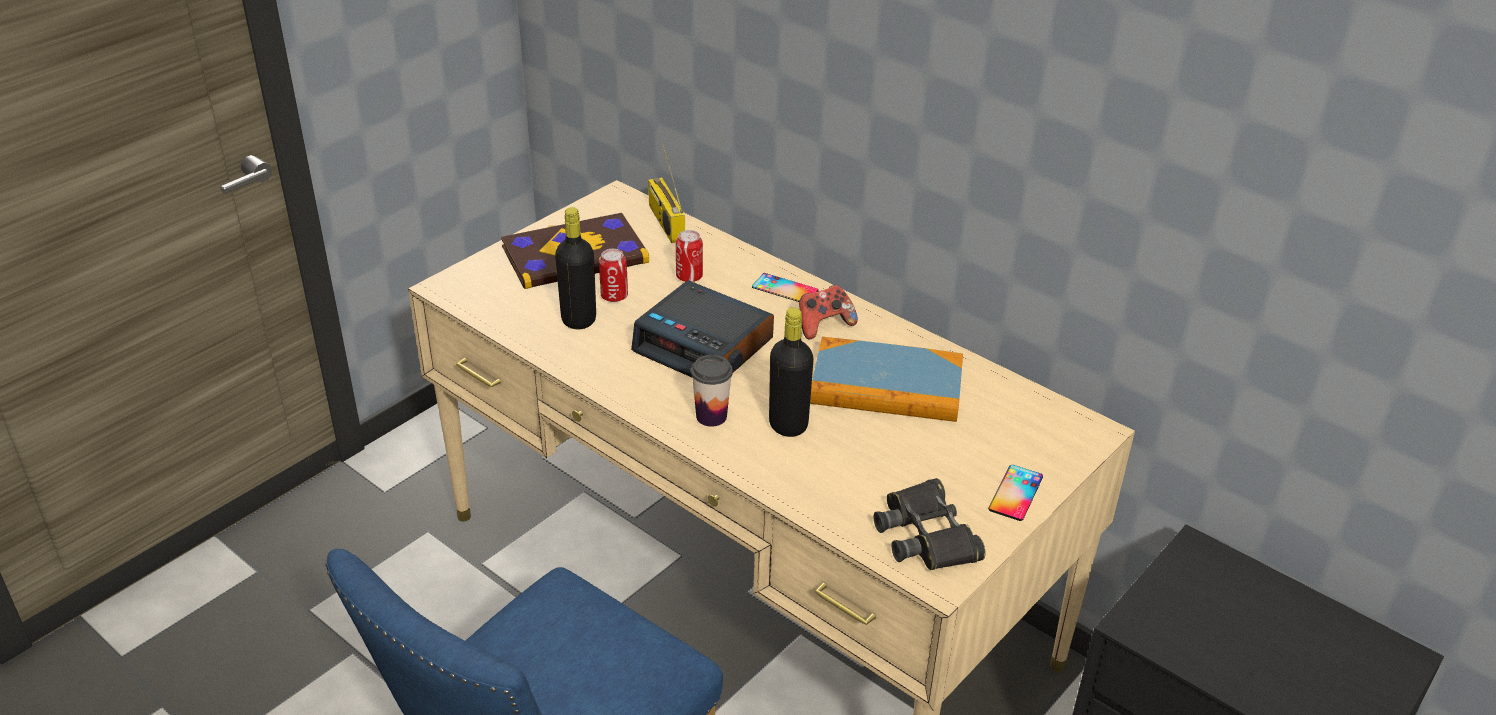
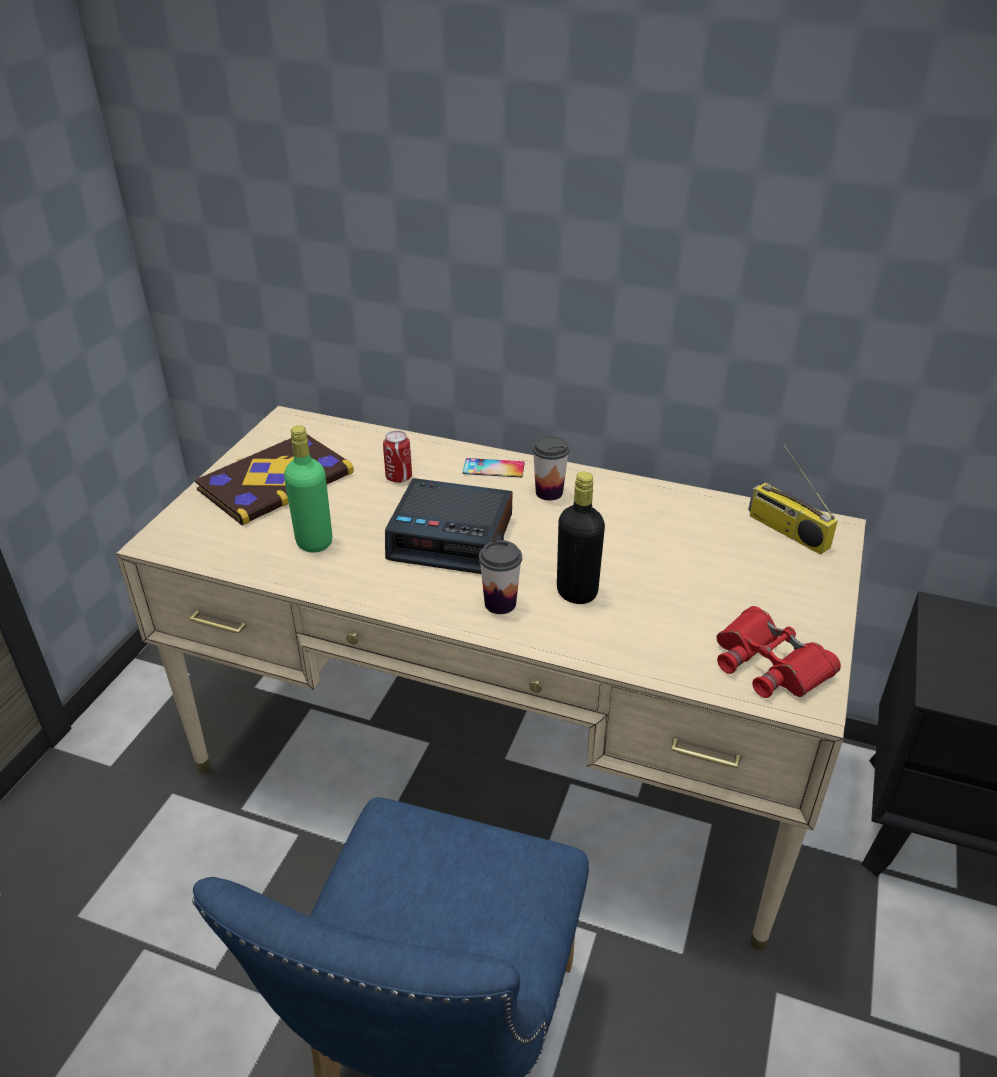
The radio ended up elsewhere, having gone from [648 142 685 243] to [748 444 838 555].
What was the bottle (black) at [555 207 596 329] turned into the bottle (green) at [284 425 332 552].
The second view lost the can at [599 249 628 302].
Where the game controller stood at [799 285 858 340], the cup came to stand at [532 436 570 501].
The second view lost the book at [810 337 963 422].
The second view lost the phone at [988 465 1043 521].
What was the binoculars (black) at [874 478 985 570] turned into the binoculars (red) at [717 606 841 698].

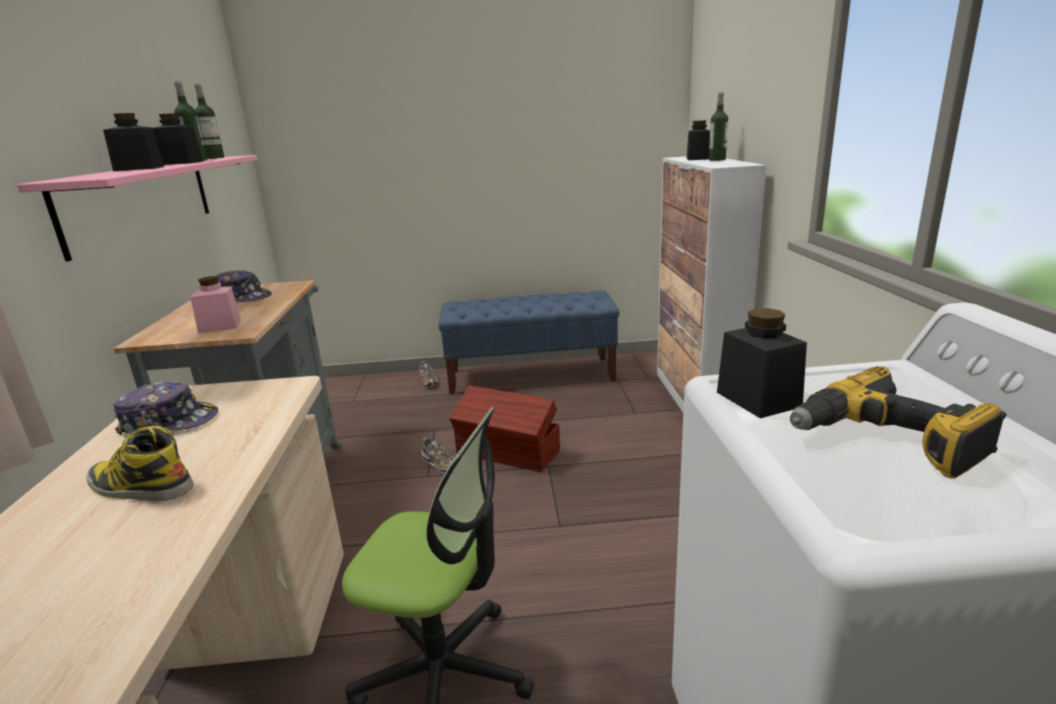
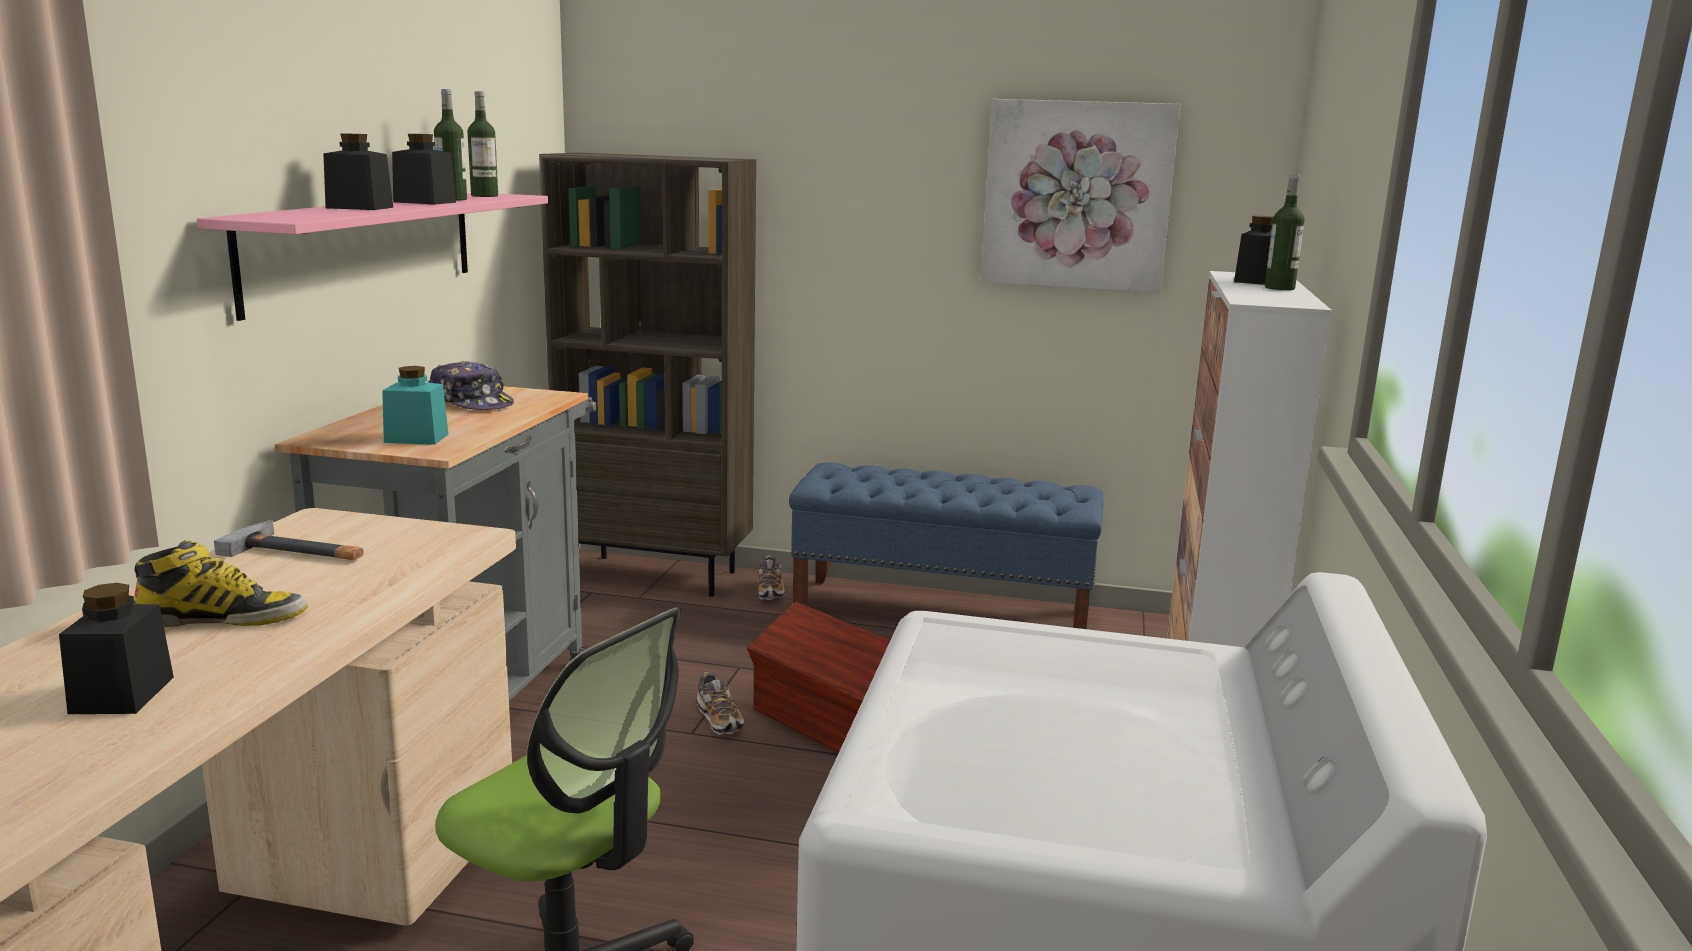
What was the jar (pink) at [190 276 241 334] turned into the jar (turquoise) at [382 366 449 445].
The jar (black) ended up elsewhere, having gone from [717 308 807 418] to [59 583 174 714].
The second view lost the power drill at [790 366 1006 478].
Where the cap stood at [113 381 218 434], the hammer came to stand at [214 520 363 560].
The boot at [86 426 194 501] ended up facing another way, 135 degrees clockwise from before.
The second view gained the picture at [981 99 1180 293].
The second view gained the bookcase (brown) at [539 153 756 597].

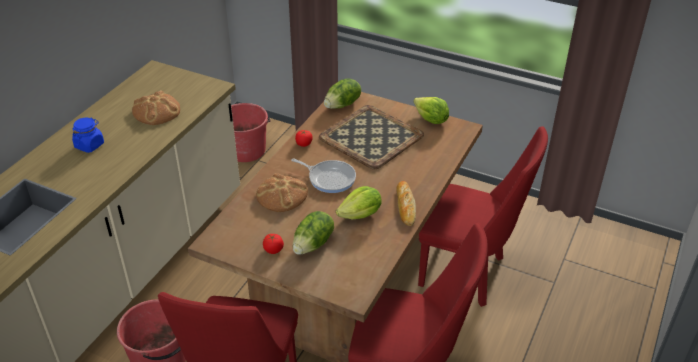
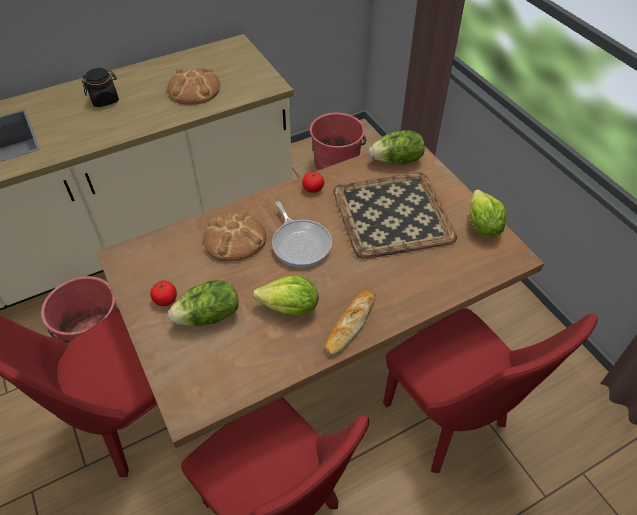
What was the jar (blue) at [72 118 104 153] turned into the jar (black) at [82 68 119 107].

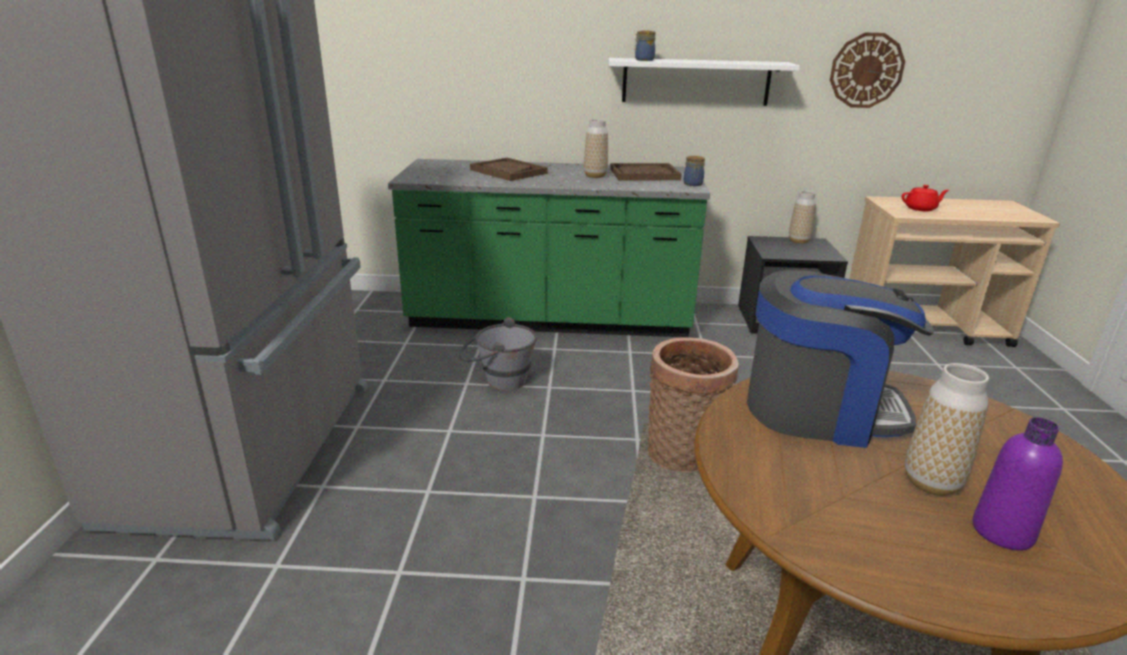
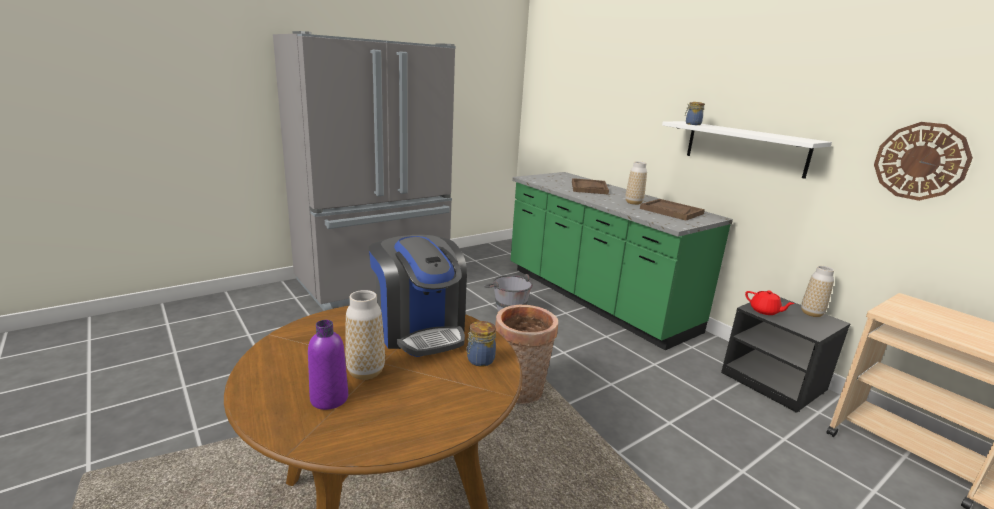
The jar ended up elsewhere, having gone from [684 156 705 186] to [466 321 496 367].
The teapot (red) ended up elsewhere, having gone from [902 185 949 211] to [745 290 795 315].

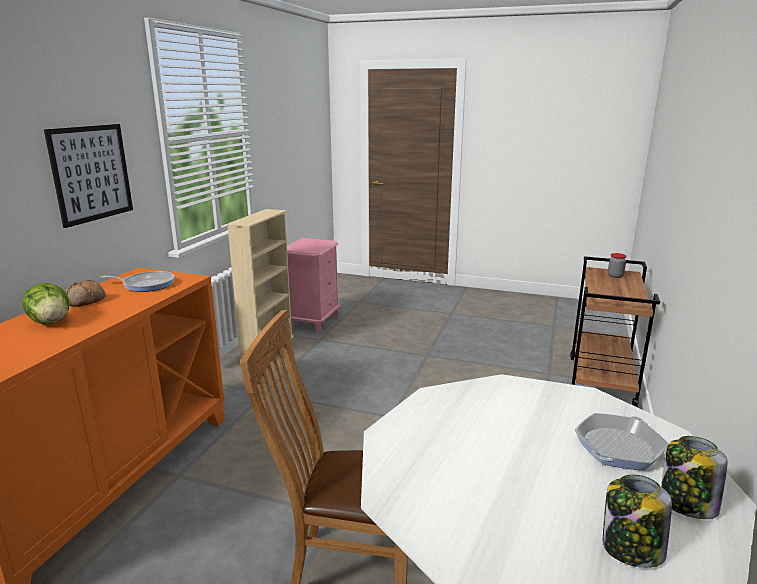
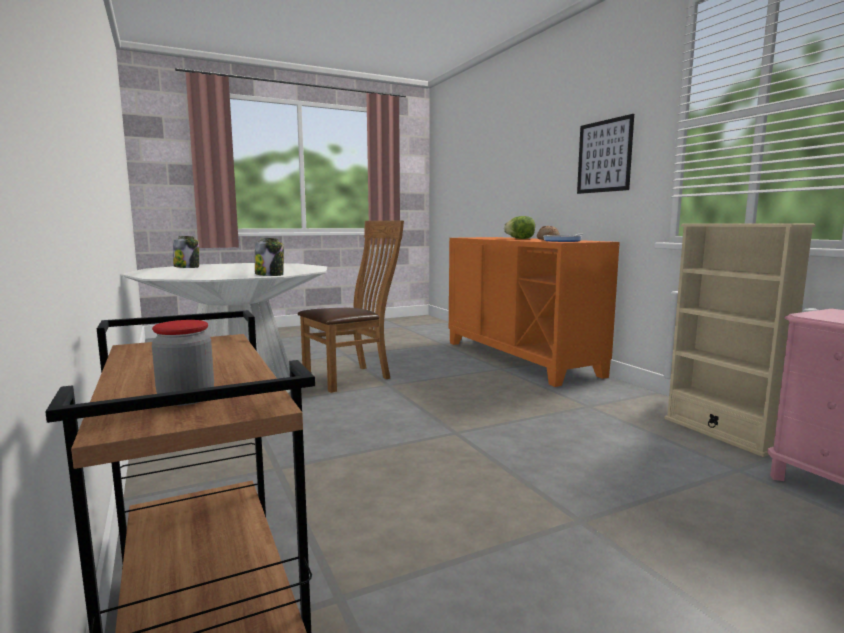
The second view lost the frying pan at [575 413 669 471].
The jar ended up elsewhere, having gone from [661 436 727 519] to [255 238 284 276].

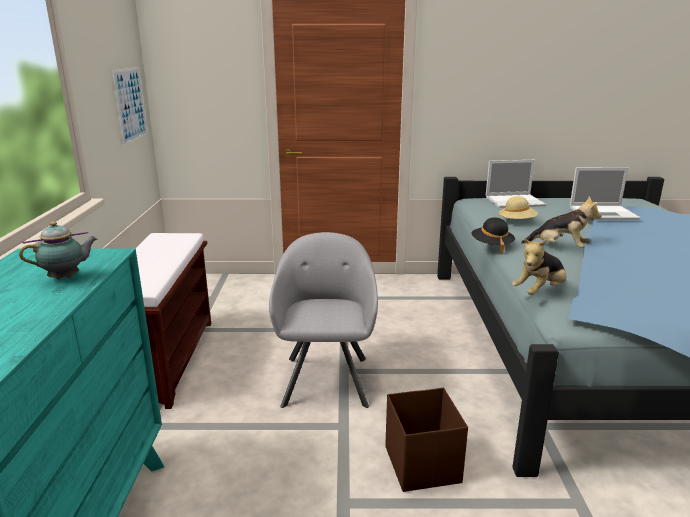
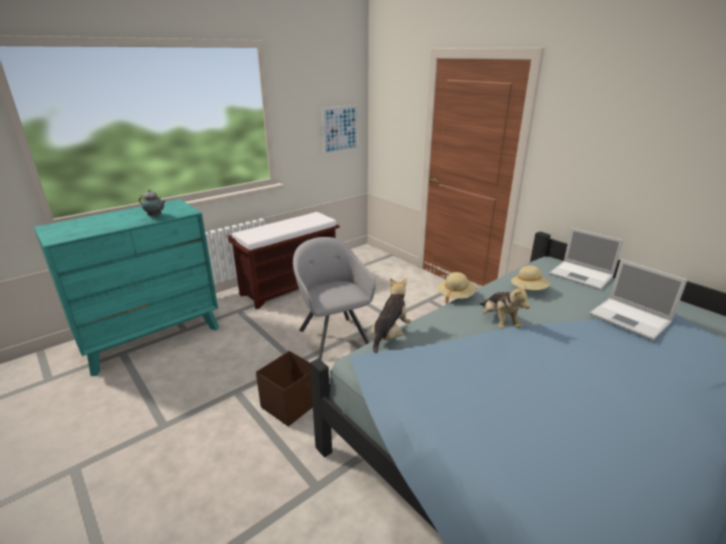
What was the hat (black) at [472 217 515 253] turned into the hat (beige) at [438 272 476 304].
The armchair (grey) at [269 232 378 408] ended up facing another way, 75 degrees counterclockwise from before.
The plush toy at [512 239 567 295] ended up facing another way, 105 degrees clockwise from before.

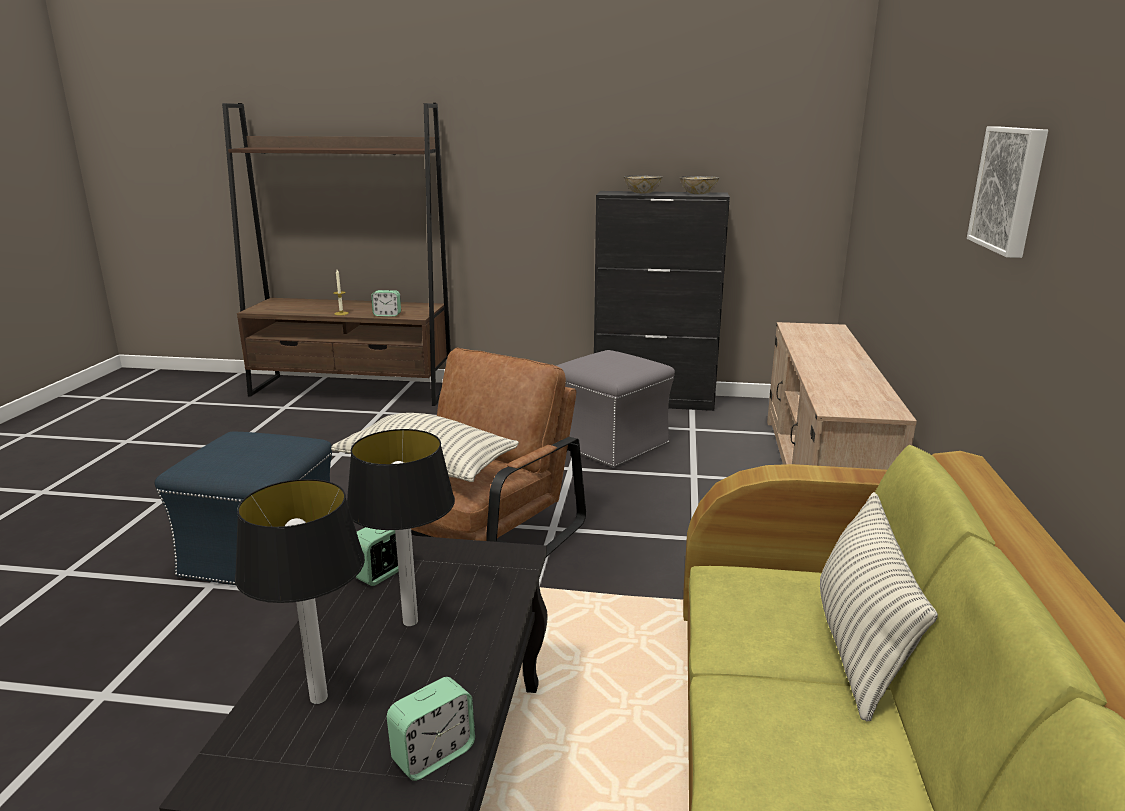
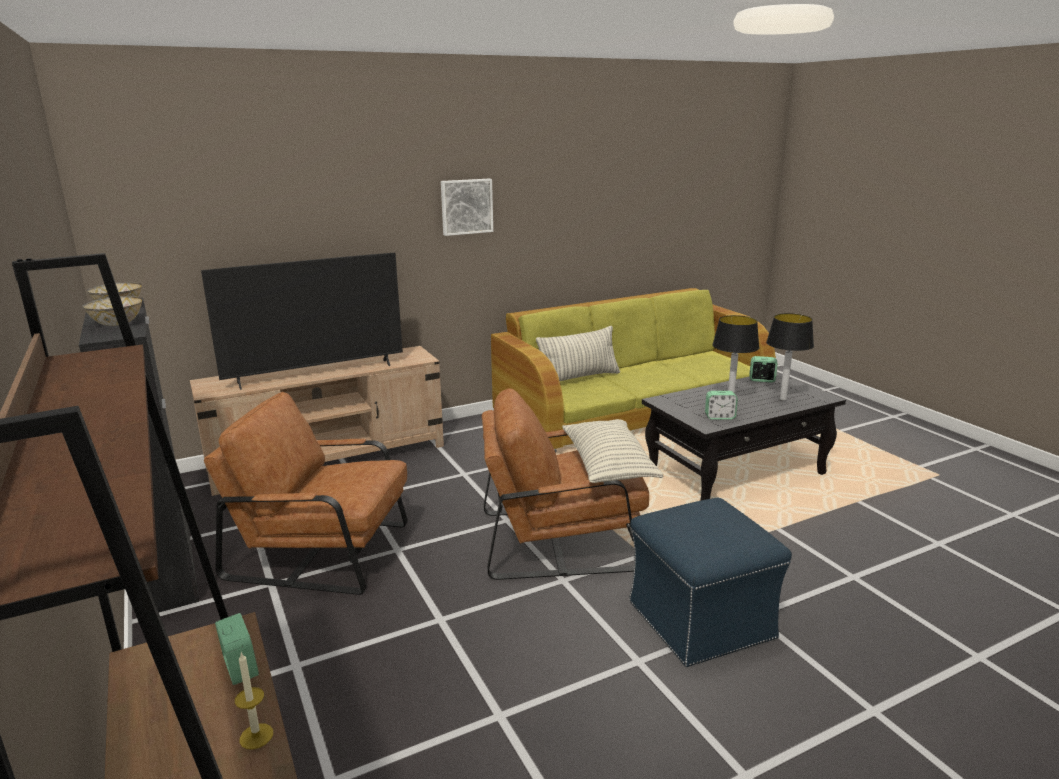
Where the ottoman (grey) stood at [556 350 675 468], the armchair (brown) came to stand at [204 392 408 595].
The second view gained the television at [201 253 403 390].

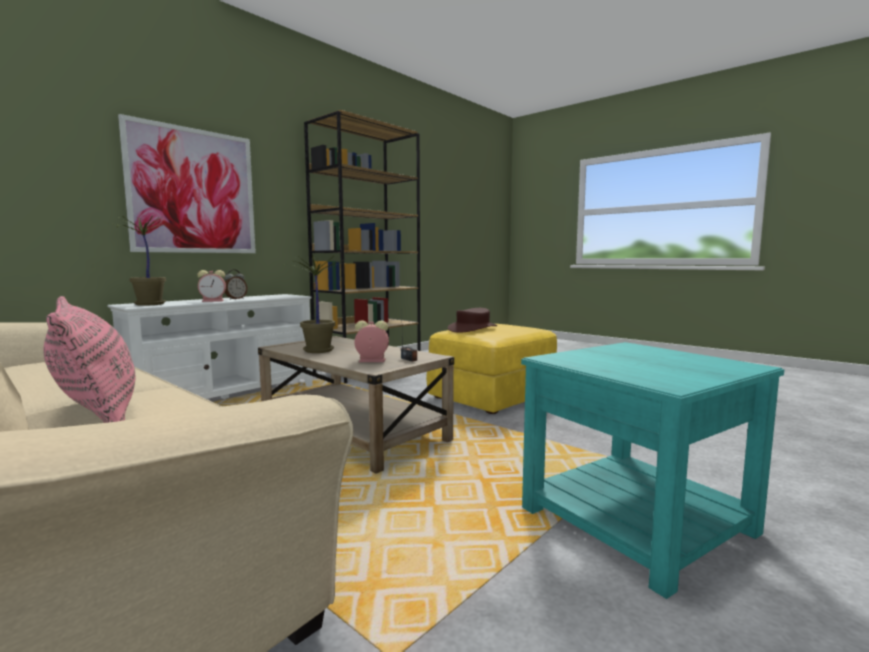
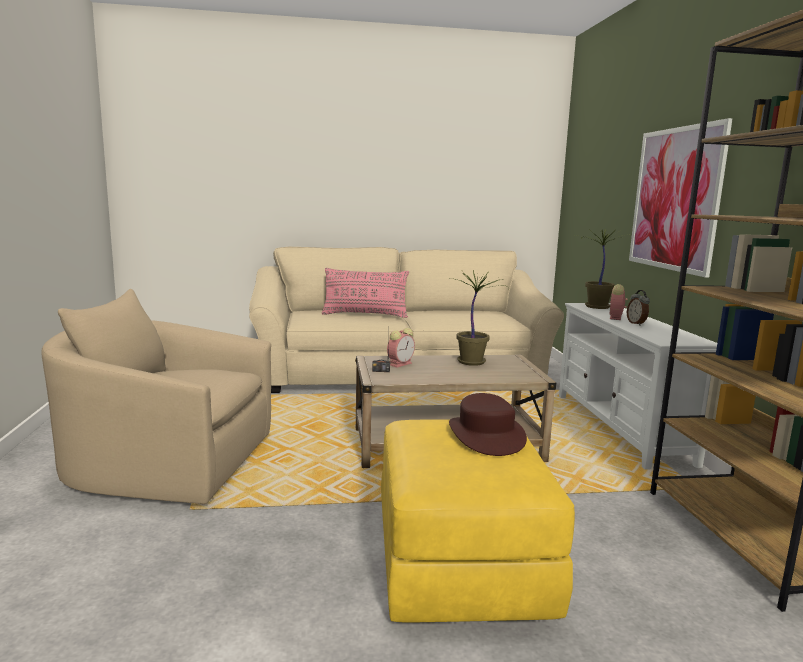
Where the side table (turquoise) stood at [521 342 784 599], the armchair (beige) came to stand at [42 289 271 504].

